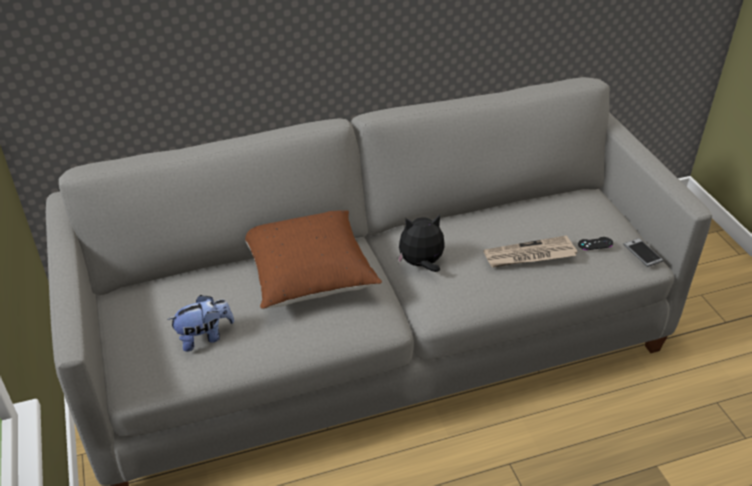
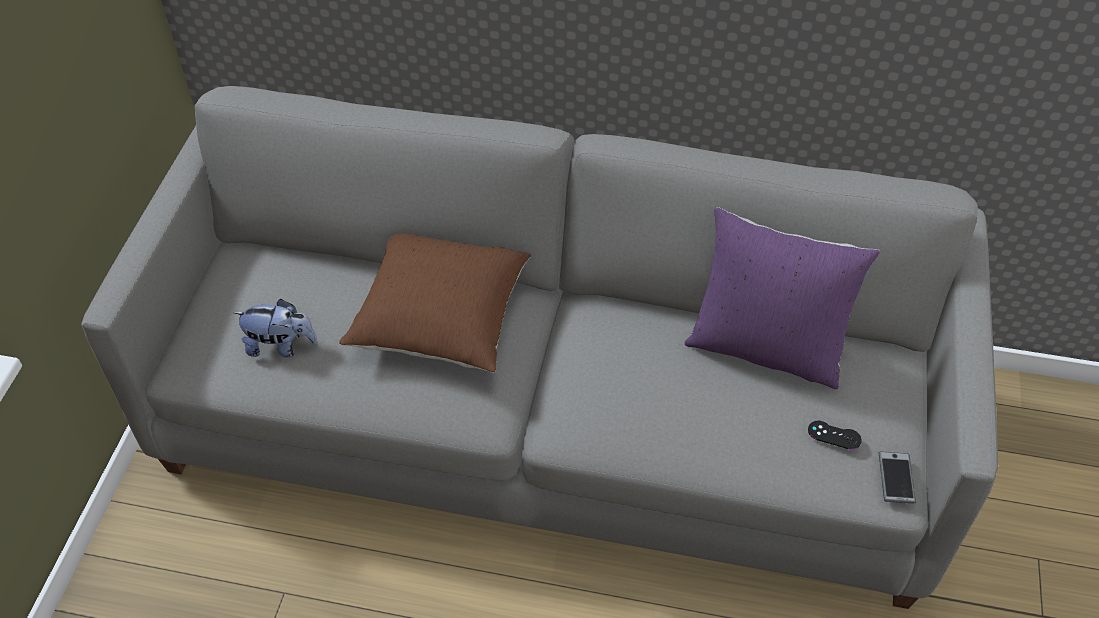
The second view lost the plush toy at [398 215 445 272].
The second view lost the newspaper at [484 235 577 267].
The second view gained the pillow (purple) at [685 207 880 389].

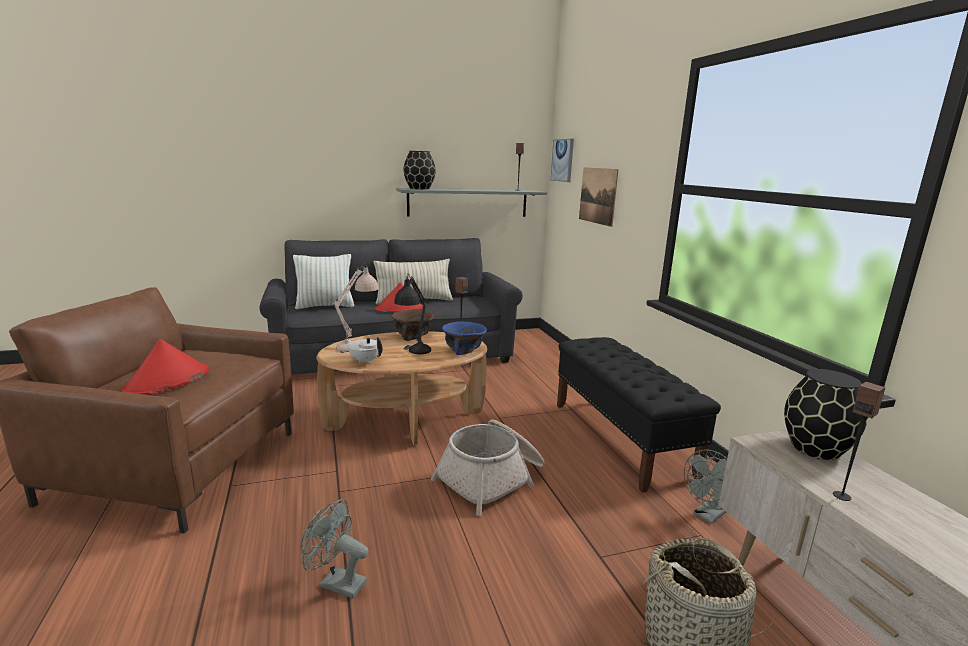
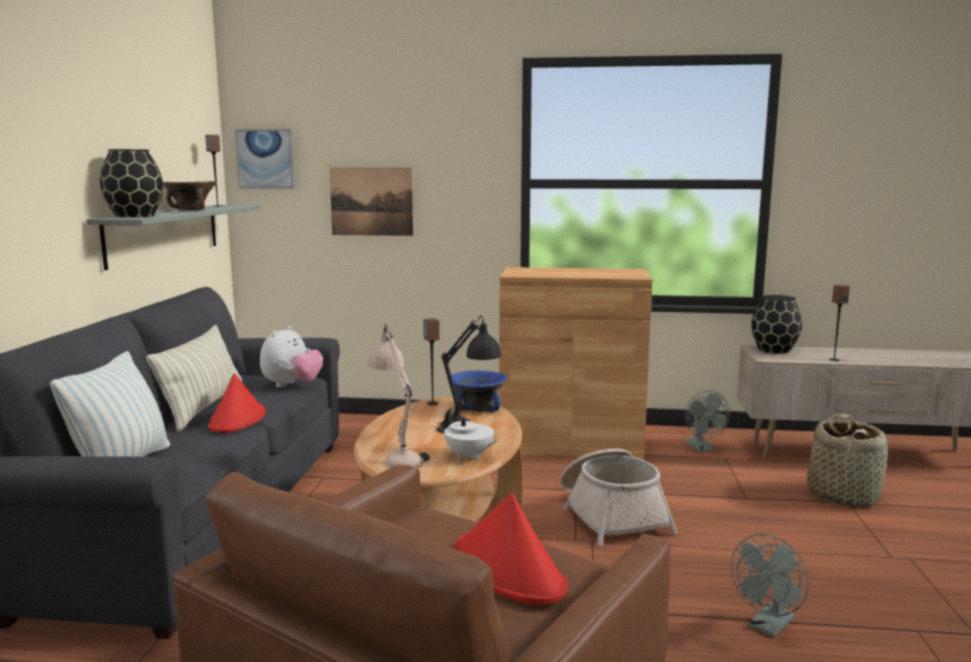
The bowl (brown) ended up elsewhere, having gone from [392 310 434 341] to [163 181 216 210].
The teapot (white) at [346 337 383 364] ended up facing another way, 105 degrees counterclockwise from before.
Where the bench (black) stood at [557 337 721 493], the cabinet (brown) came to stand at [499 267 653 460].
The second view gained the plush toy at [260 326 323 388].

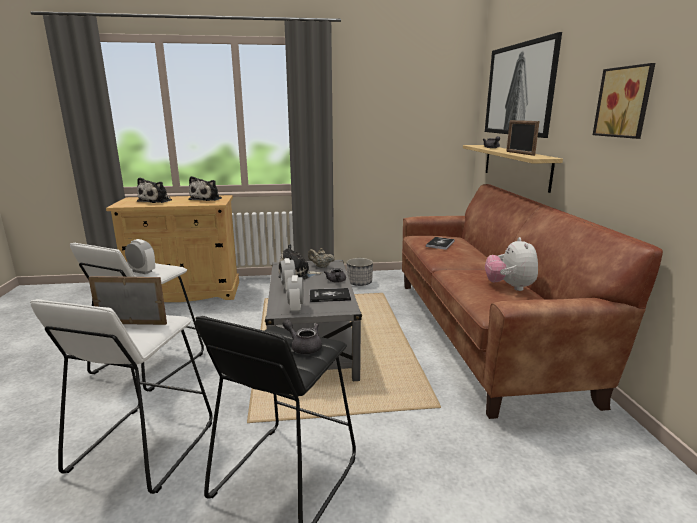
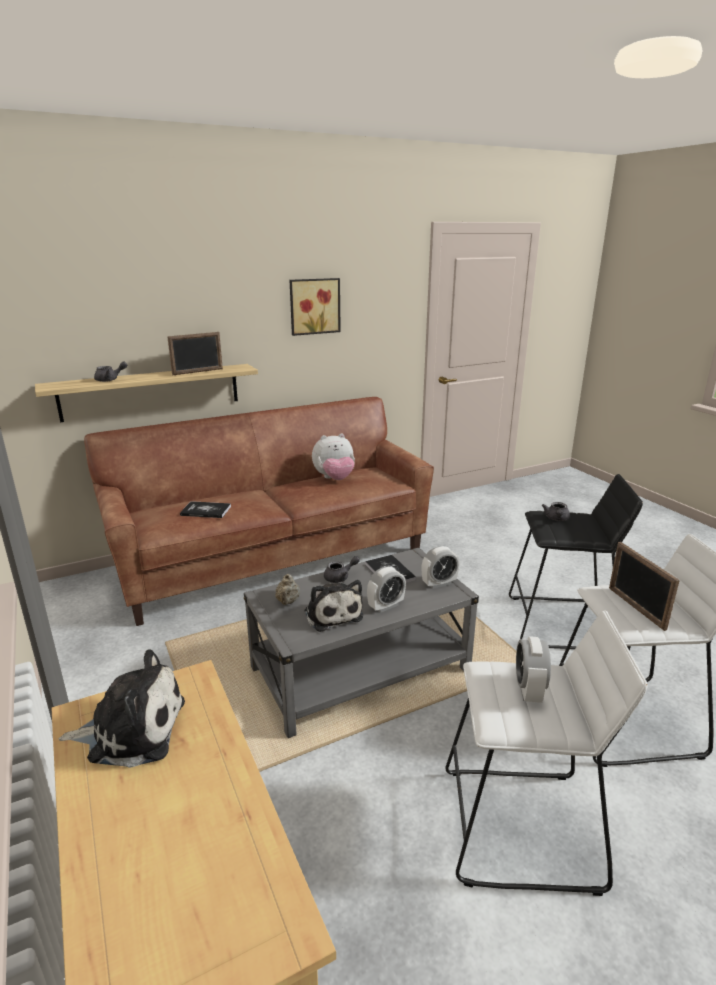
The second view lost the picture at [485 32 562 138].
The second view lost the plush toy at [137 178 172 203].
The second view lost the planter at [347 258 373 286].

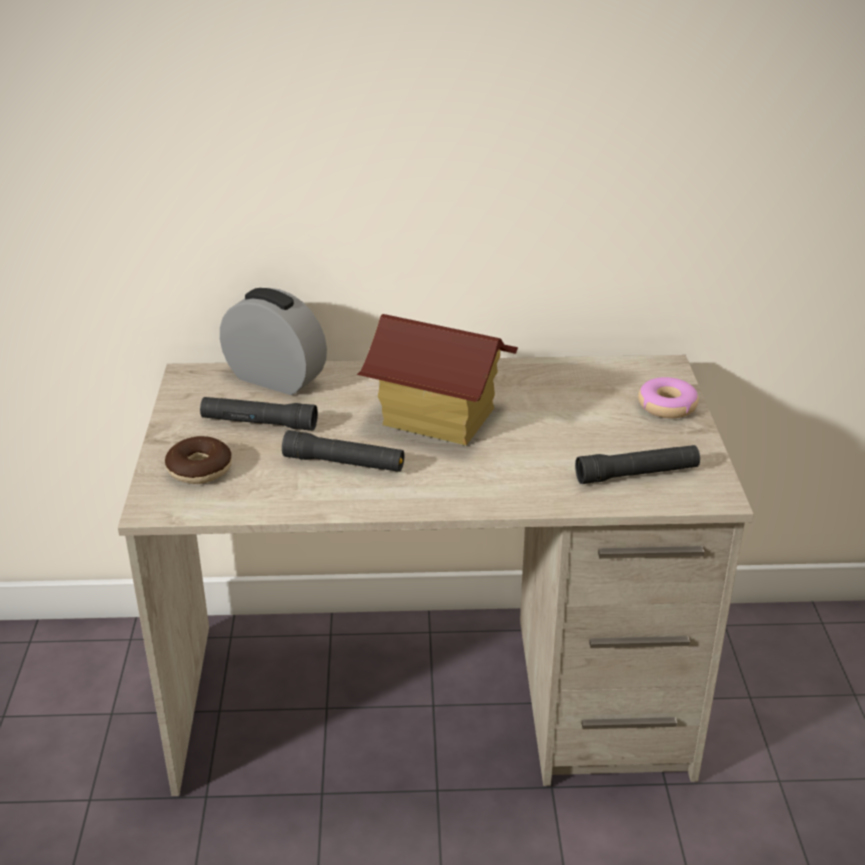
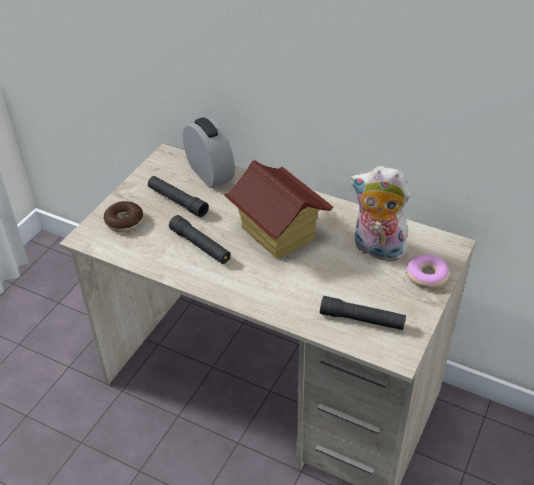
The second view gained the plush toy at [351 166 410 261].

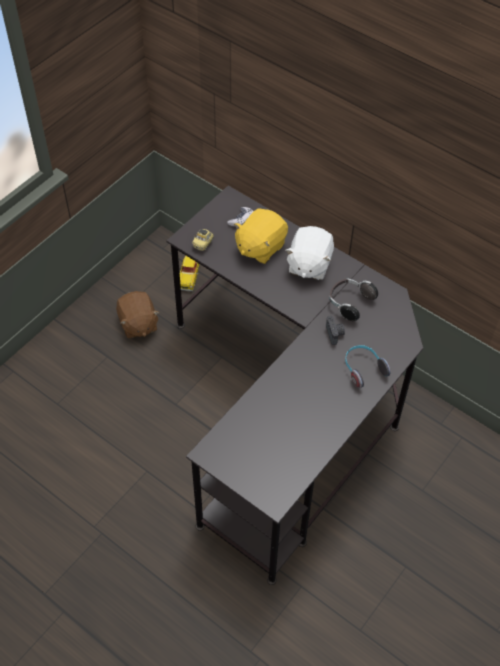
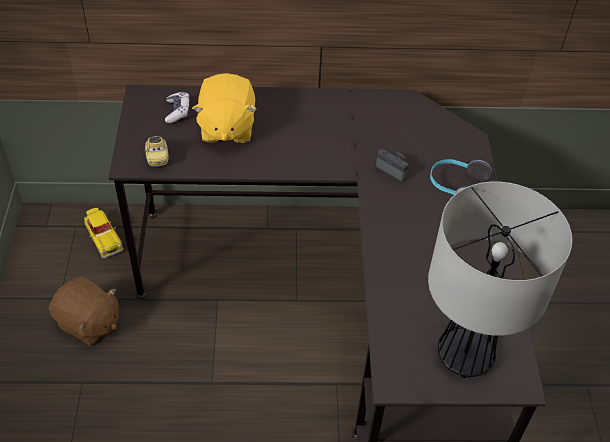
The second view lost the plush toy (white) at [285 226 334 280].
The second view lost the headphones at [329 278 378 321].
The second view gained the table lamp at [428 182 573 378].

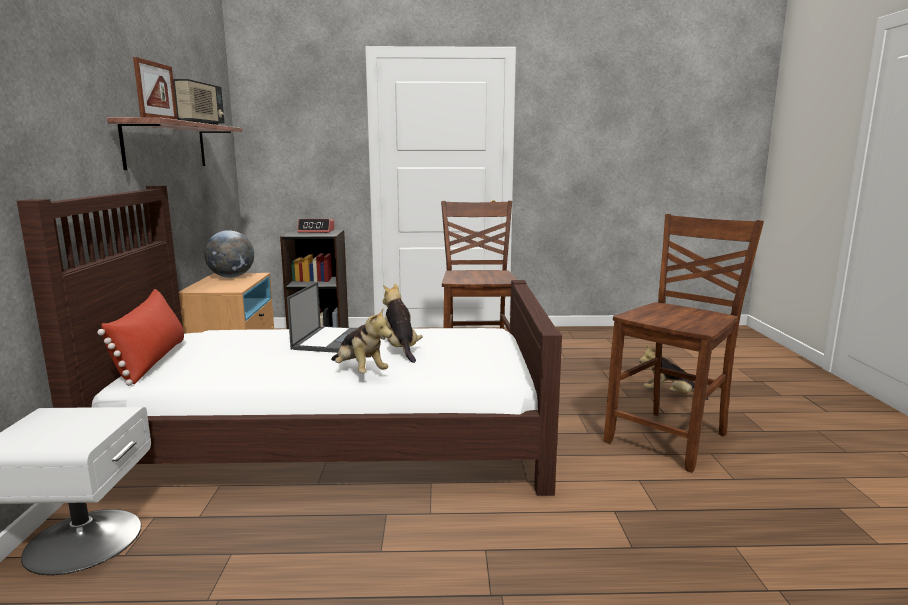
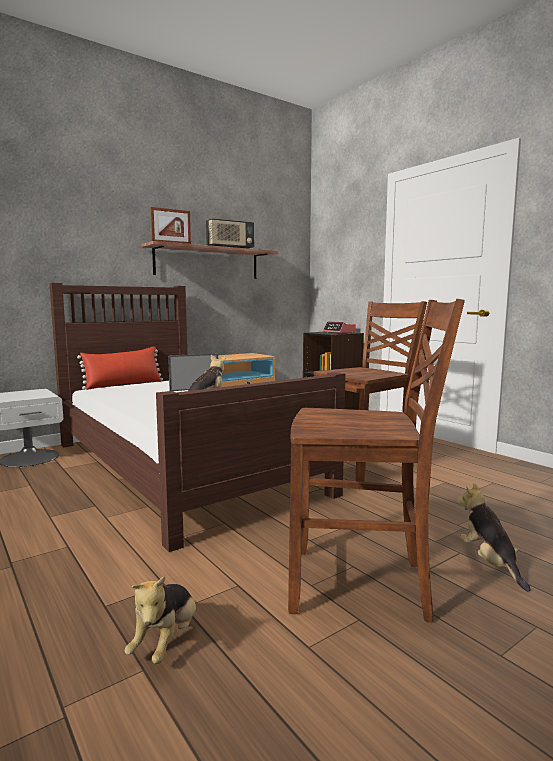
The second view lost the globe at [204 230 254 278].
The plush toy ended up elsewhere, having gone from [331 309 392 373] to [125 575 196 664].

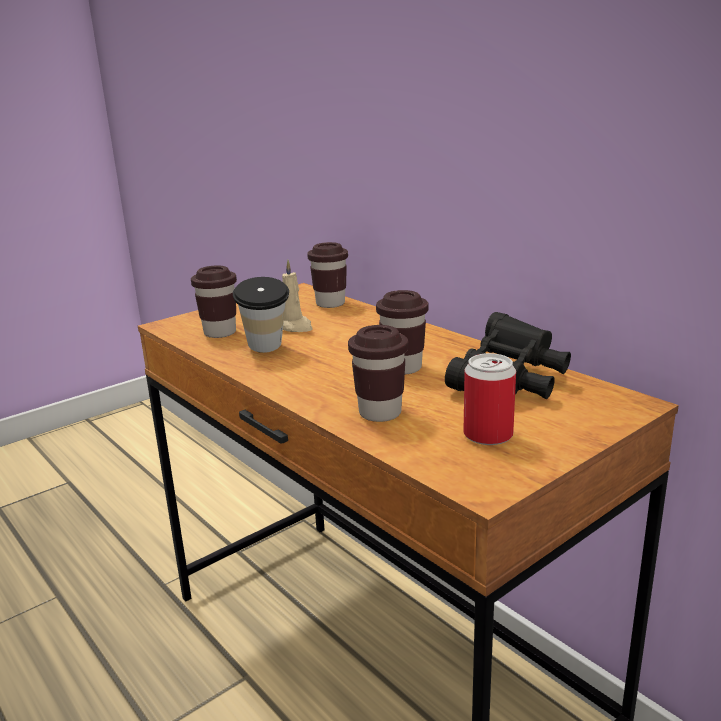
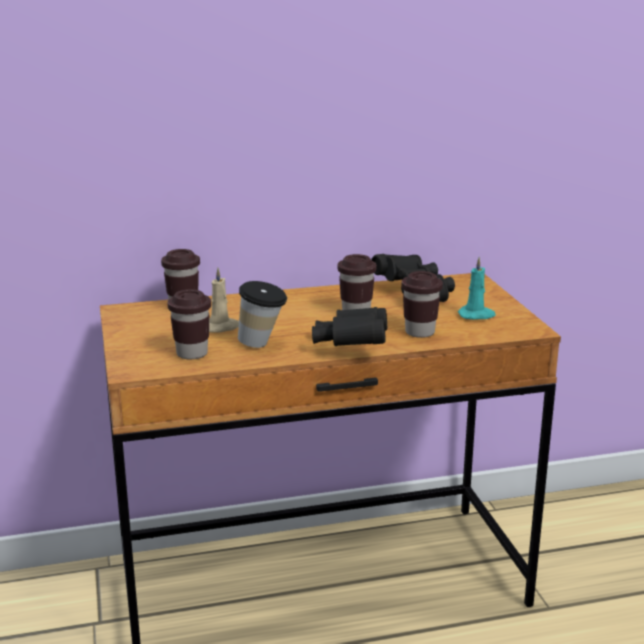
Where the can stood at [463 353 516 445], the candle (turquoise) came to stand at [458 257 496 320].
The second view gained the binoculars (black) at [312 307 387 346].

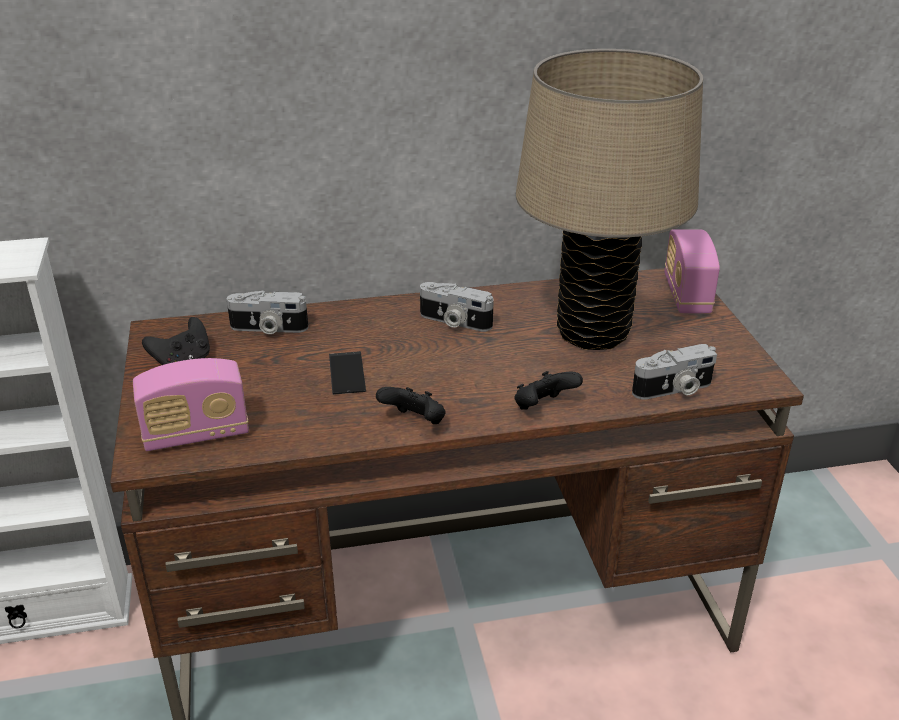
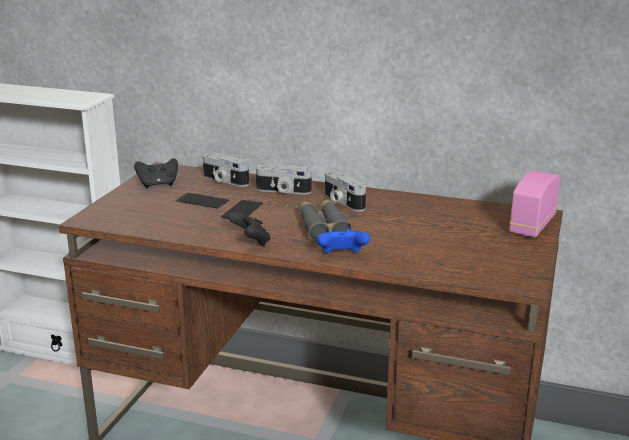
The second view lost the table lamp (beige) at [516 49 703 350].
The photo camera ended up elsewhere, having gone from [632 344 717 400] to [256 164 311 194].
The second view lost the radio at [133 358 249 451].
What was the game controller (black) at [514 371 583 410] turned into the game controller (blue) at [317 229 370 254].
The second view gained the phone at [176 193 229 209].
The second view gained the binoculars (grey) at [299 199 352 242].

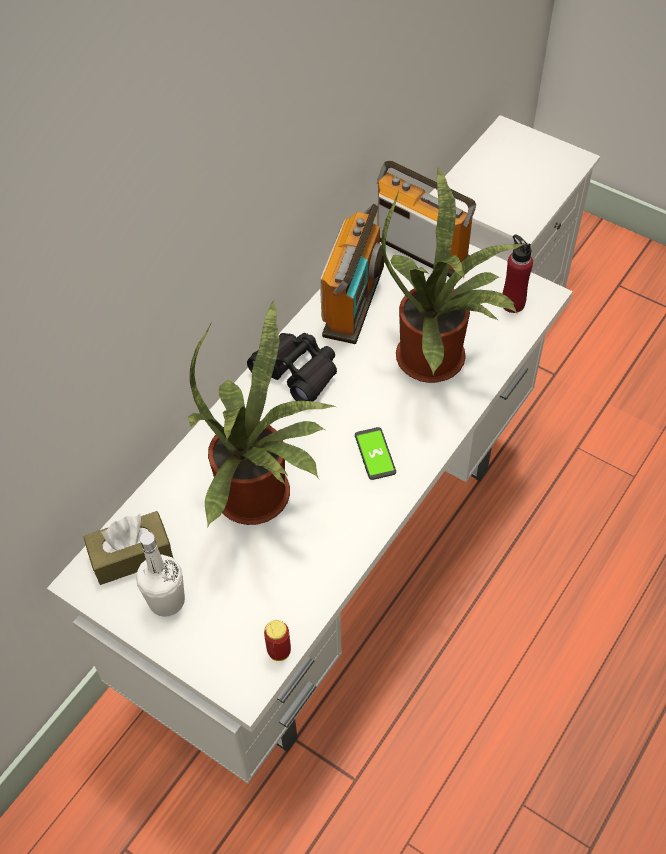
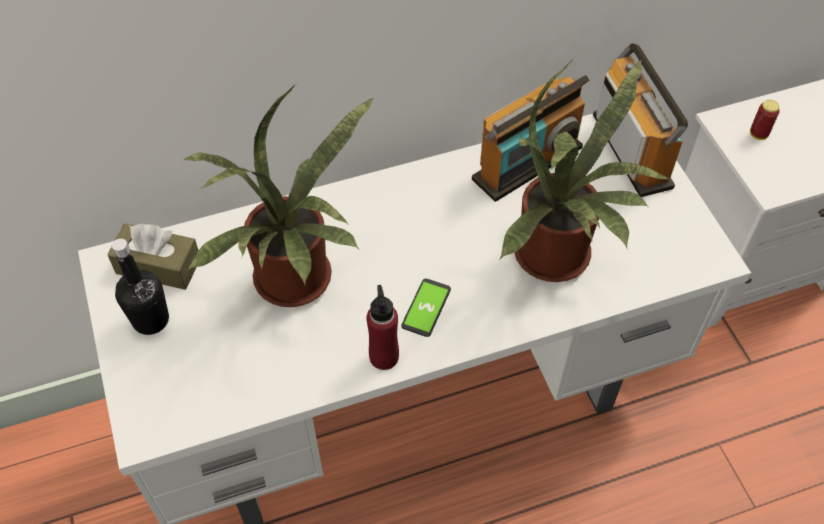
The bottle (red) ended up elsewhere, having gone from [502 234 533 313] to [366 285 399 370].
The second view lost the binoculars (black) at [247 333 337 401].
What was the bottle (white) at [136 532 185 617] turned into the bottle (black) at [112 239 169 335].
The can ended up elsewhere, having gone from [264 620 291 661] to [750 99 780 140].

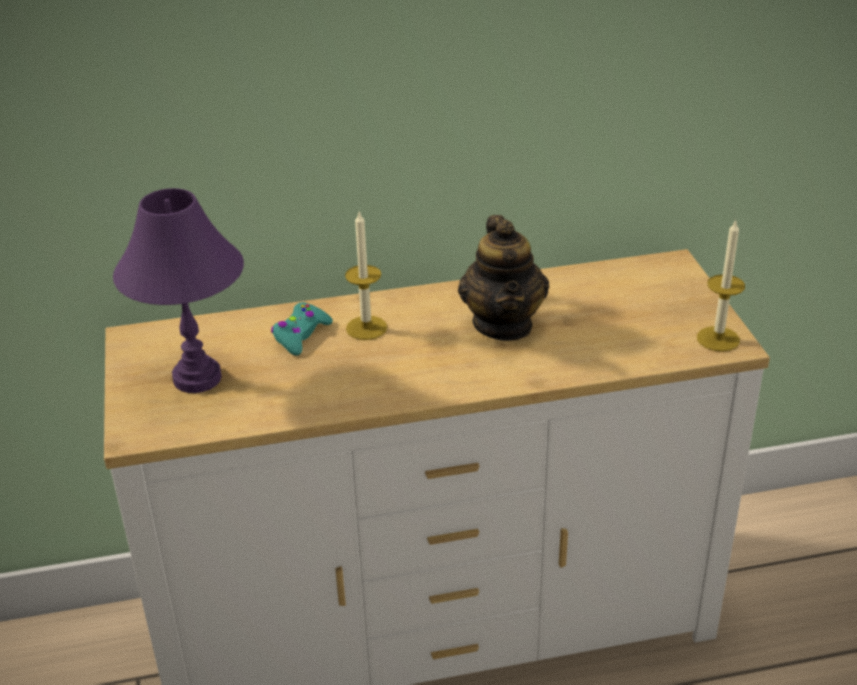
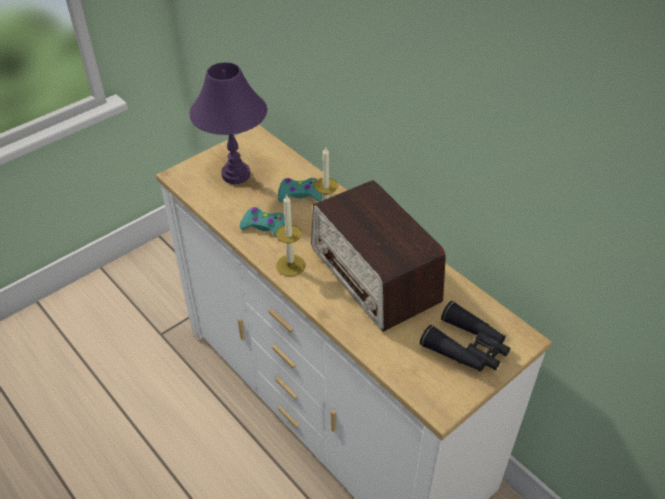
Where the teapot stood at [458 215 549 341], the radio came to stand at [311 180 446 331].
The candle ended up elsewhere, having gone from [697 219 745 352] to [276 194 305 276].
The second view gained the game controller (turquoise) at [240 207 285 238].
The second view gained the binoculars (black) at [420 301 510 372].

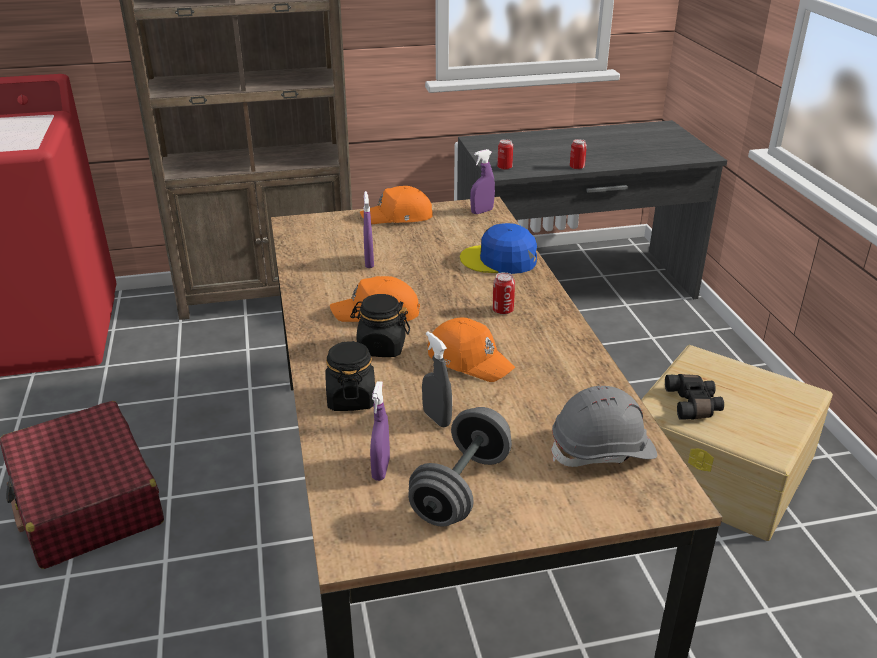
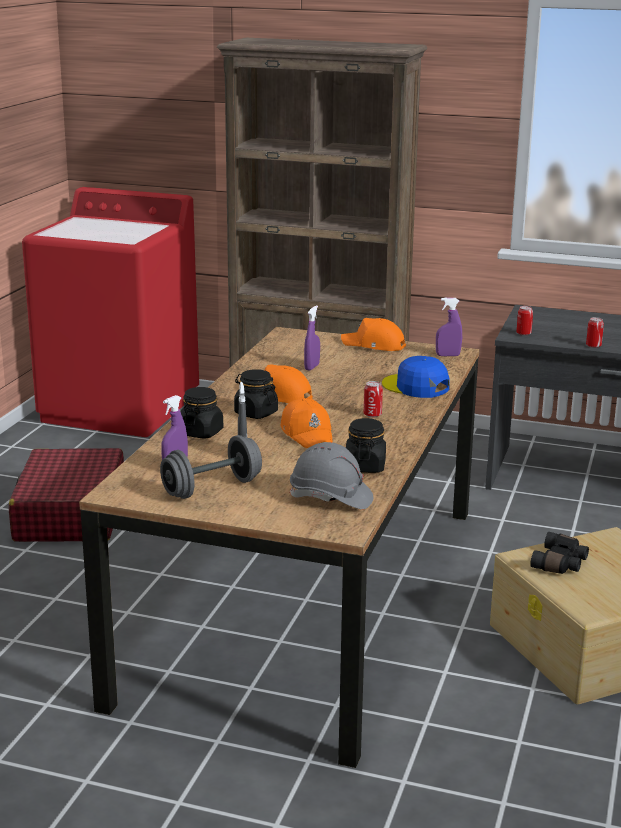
The second view gained the jar (black) at [346 418 386 473].

